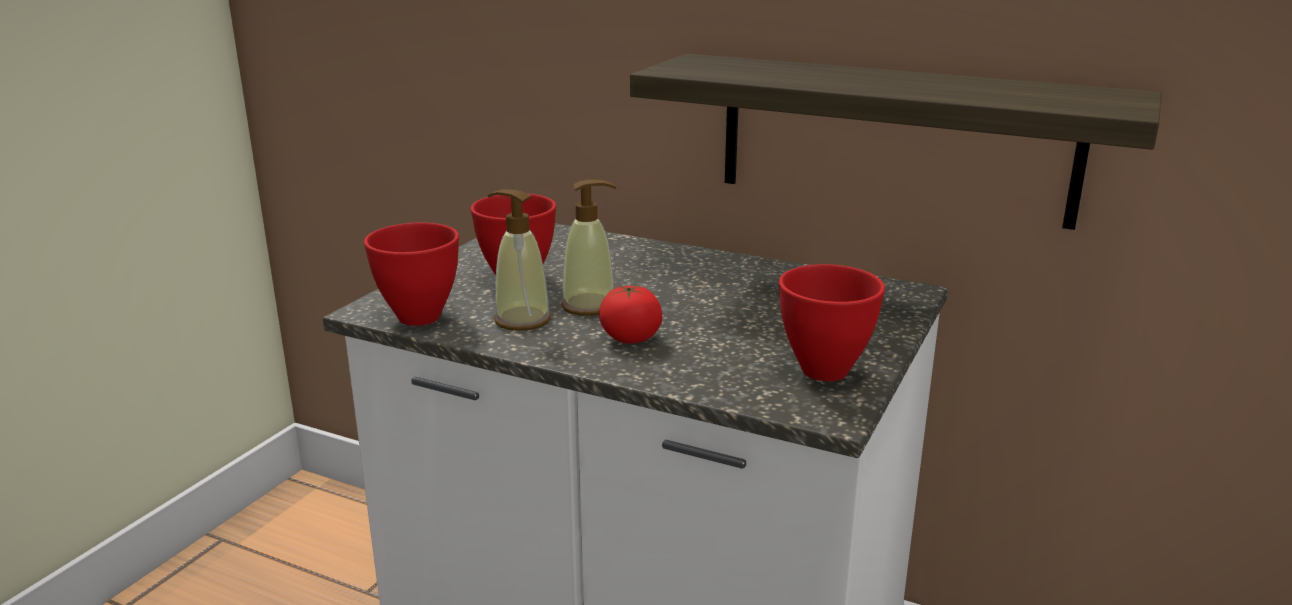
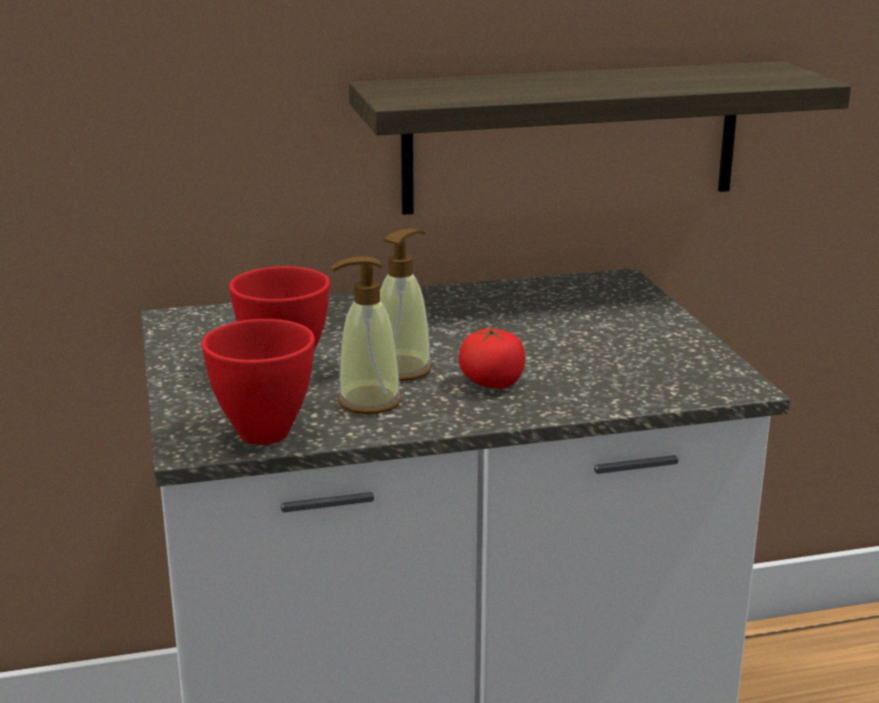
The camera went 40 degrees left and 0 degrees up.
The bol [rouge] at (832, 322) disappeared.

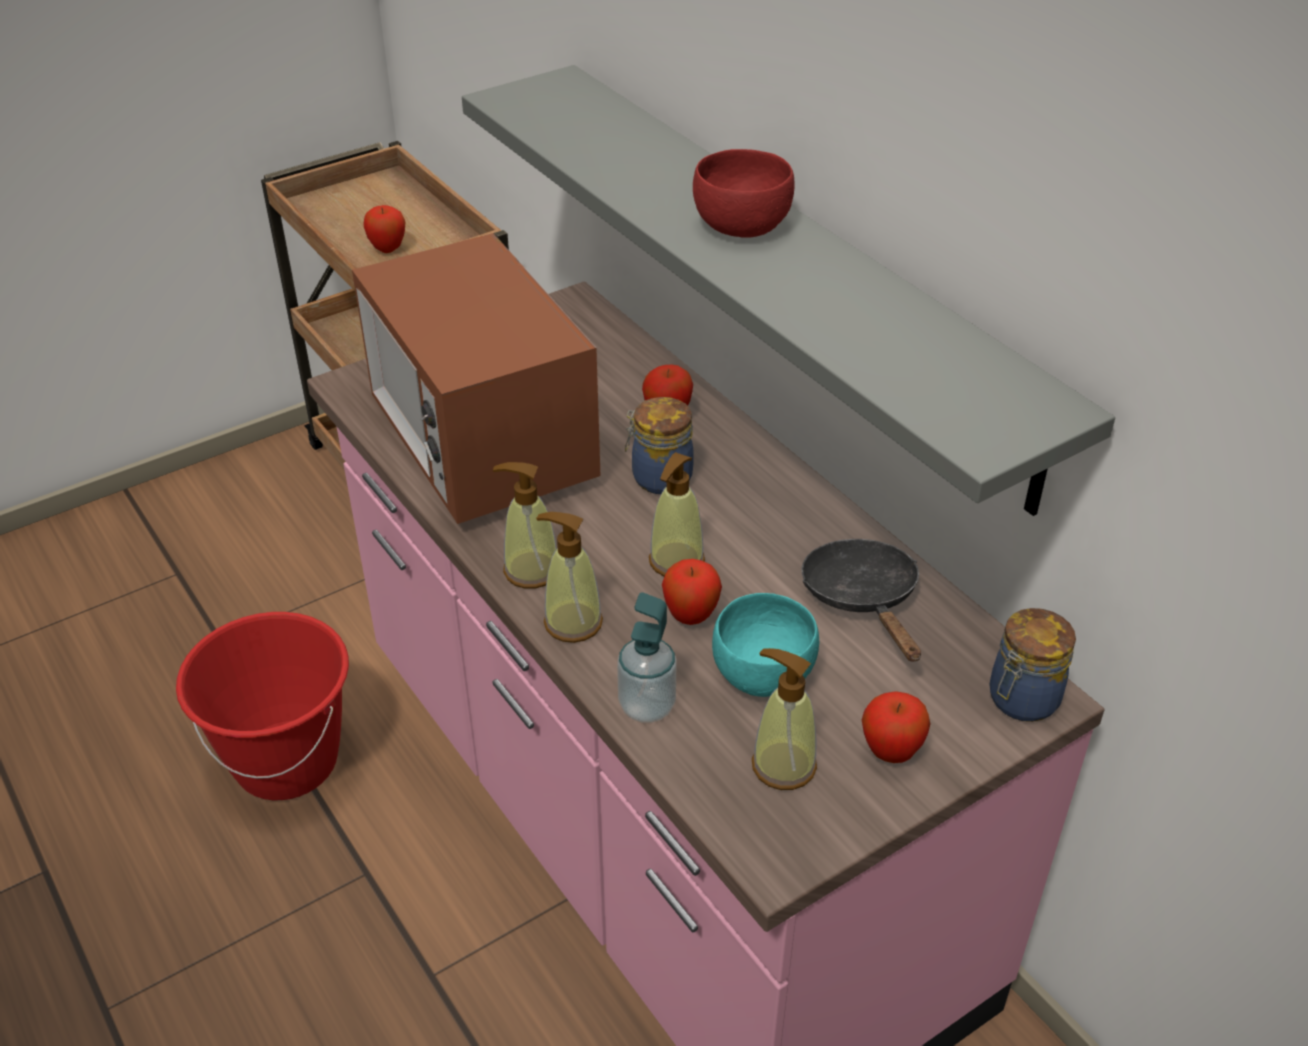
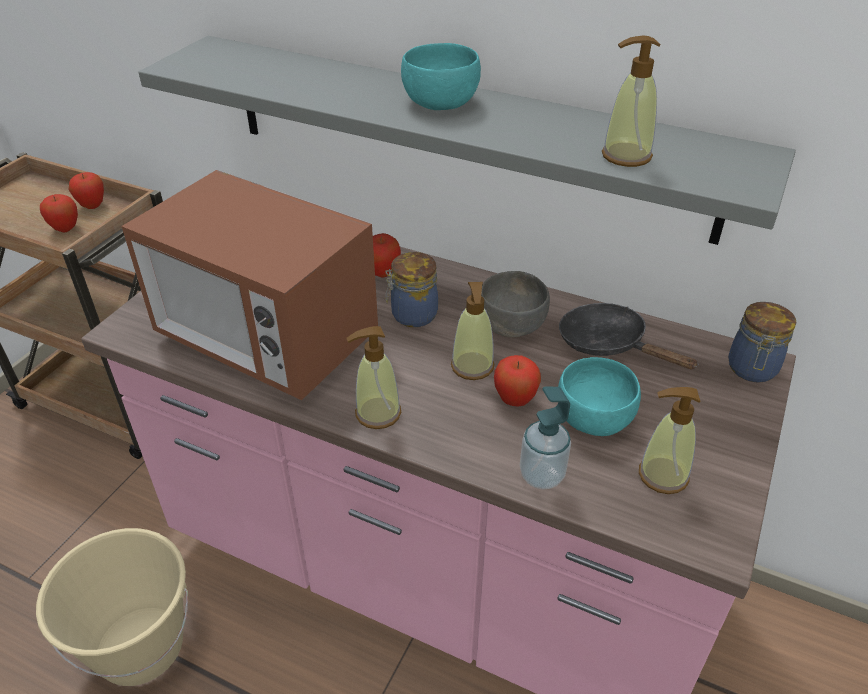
The camera went 30 degrees left and 0 degrees up.
The bol [rouge] at (744, 193) became the bol [turquoise] at (441, 76).
The distributeur de savon moved from (569, 577) to (631, 101).
The seau [rouge] at (262, 706) became the seau [beige] at (112, 607).
The pomme moved from (896, 727) to (86, 190).
The bol [gris] at (515, 304) appeared.

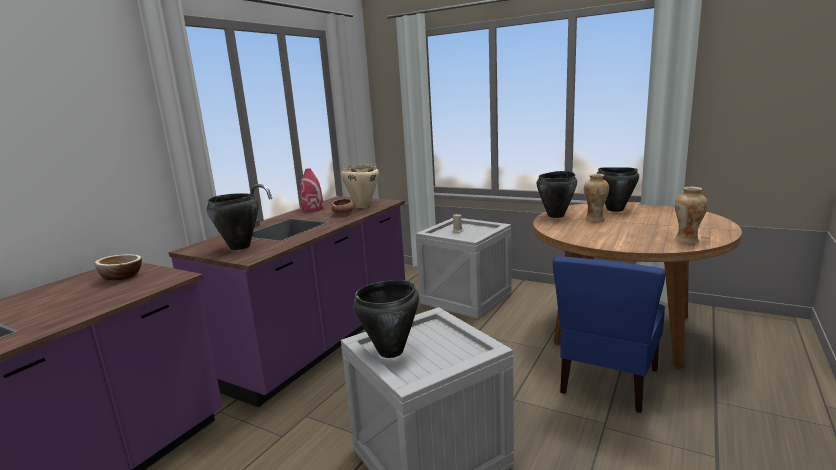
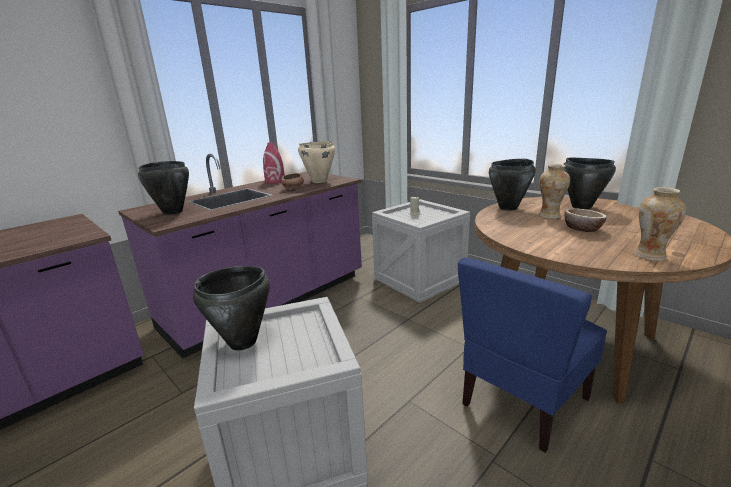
The camera went 15 degrees right and 5 degrees up.
The bol moved from (118, 267) to (585, 220).

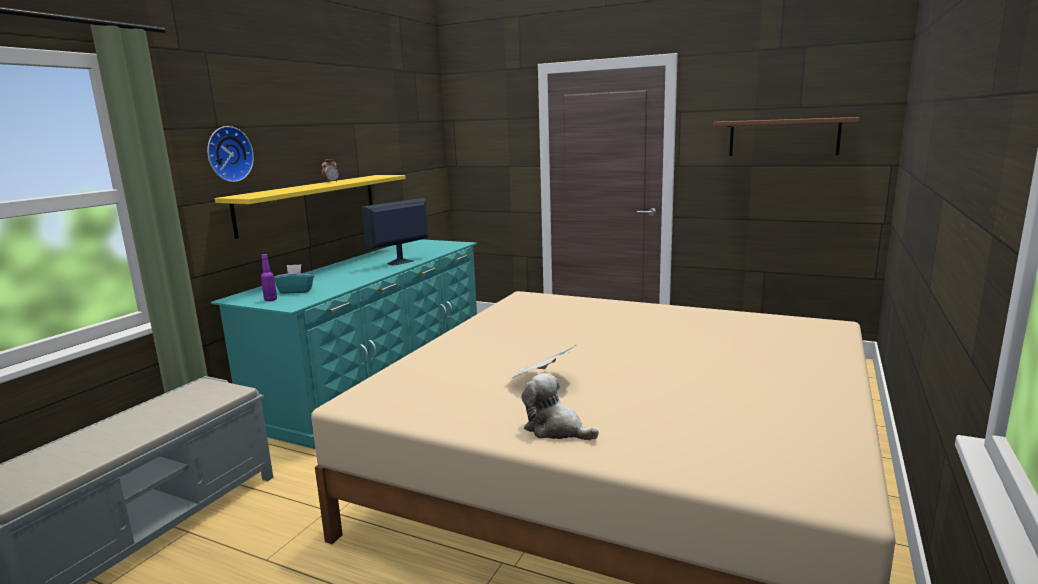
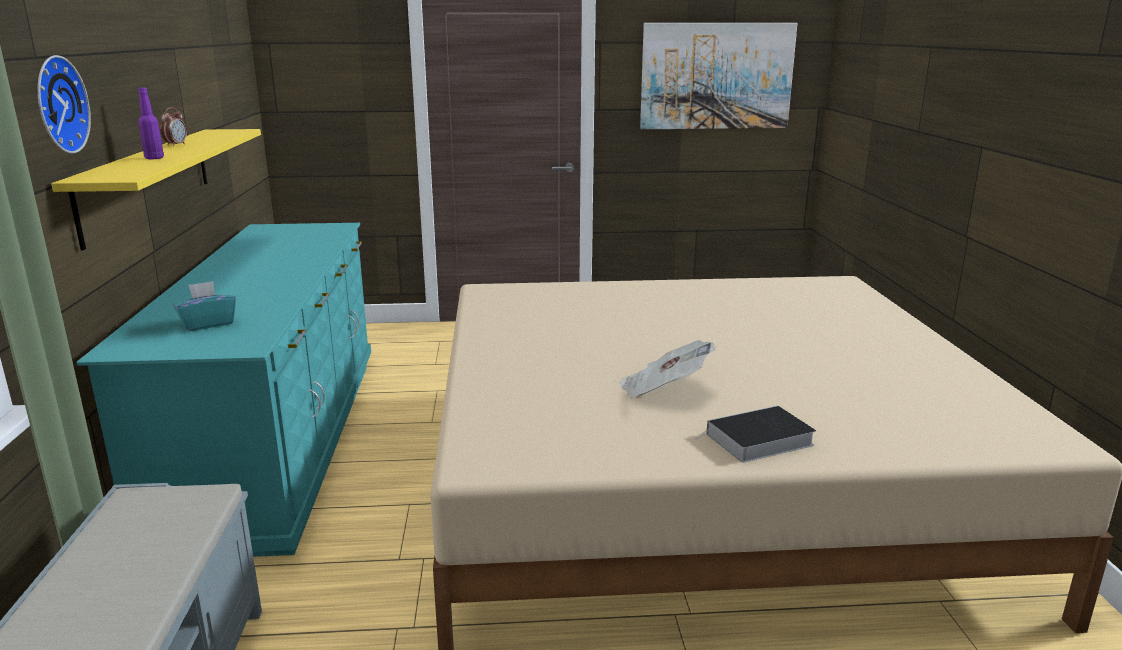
The camera went 30 degrees left and 5 degrees up.
The étagère [marron] at (786, 136) was replaced by the tableau at (719, 76).
The écran d'ordinateur at (395, 232) disappeared.
The bouteille [violet] moved from (269, 277) to (151, 123).
The peluche at (560, 406) was replaced by the livre at (755, 434).

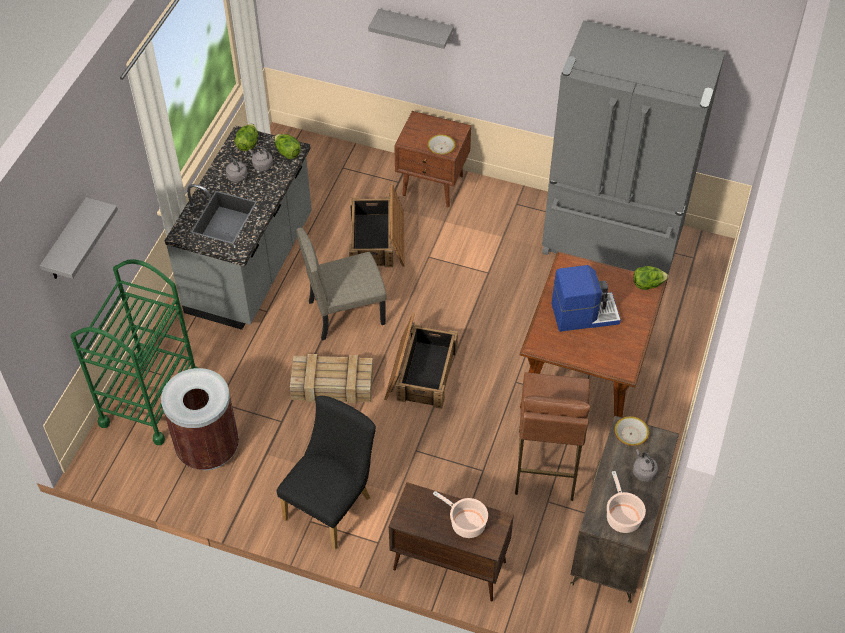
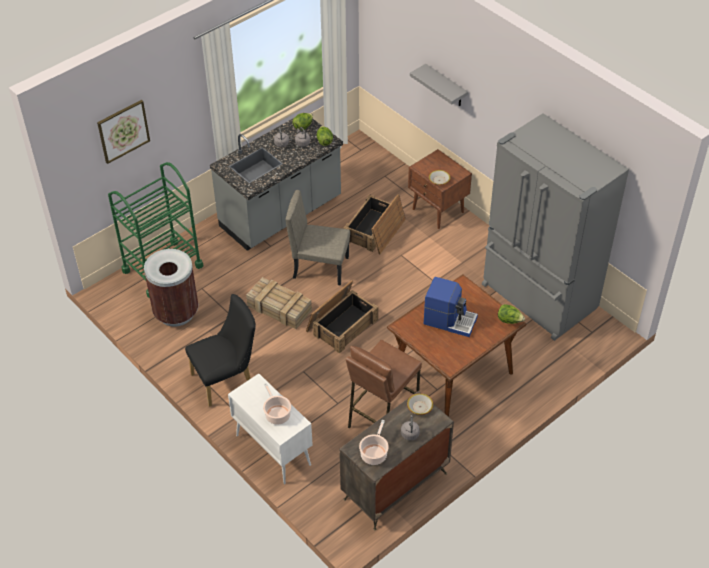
The camera went 30 degrees right and 5 degrees down.
The étagère [gris] at (79, 238) was replaced by the tableau at (123, 132).
The meuble de rangement [marron] at (451, 541) became the meuble de rangement [blanc] at (270, 429).

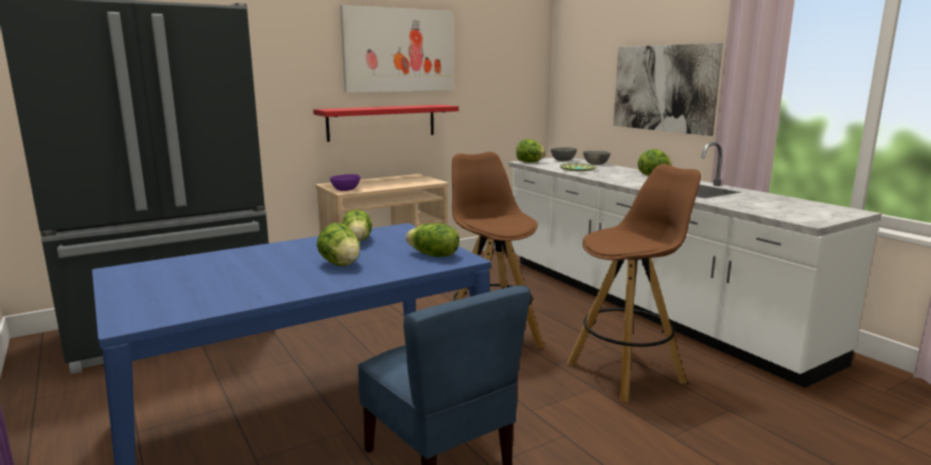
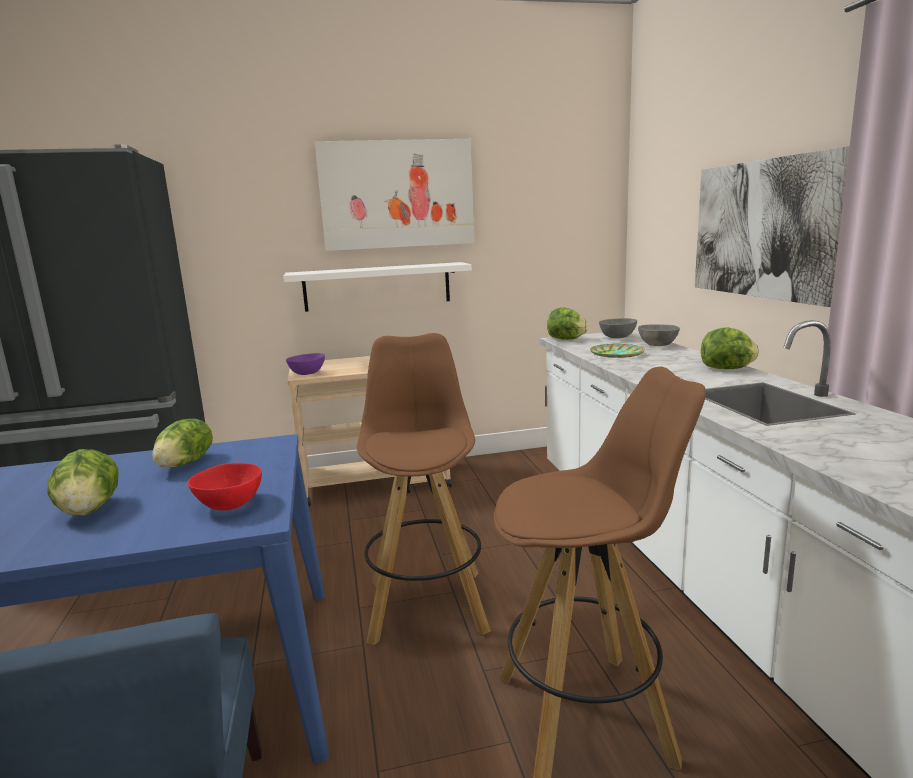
The camera went 20 degrees right and 0 degrees up.
The étagère [rouge] at (386, 123) became the étagère [blanc] at (377, 287).
The laitue at (432, 240) was replaced by the bol [rouge] at (225, 487).

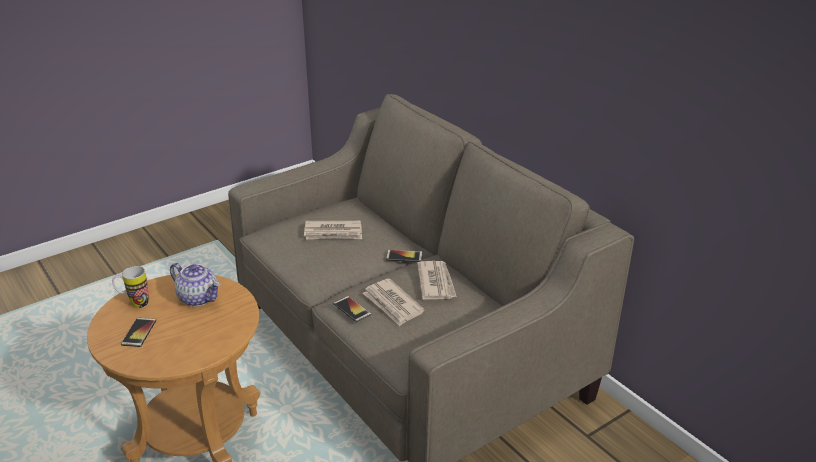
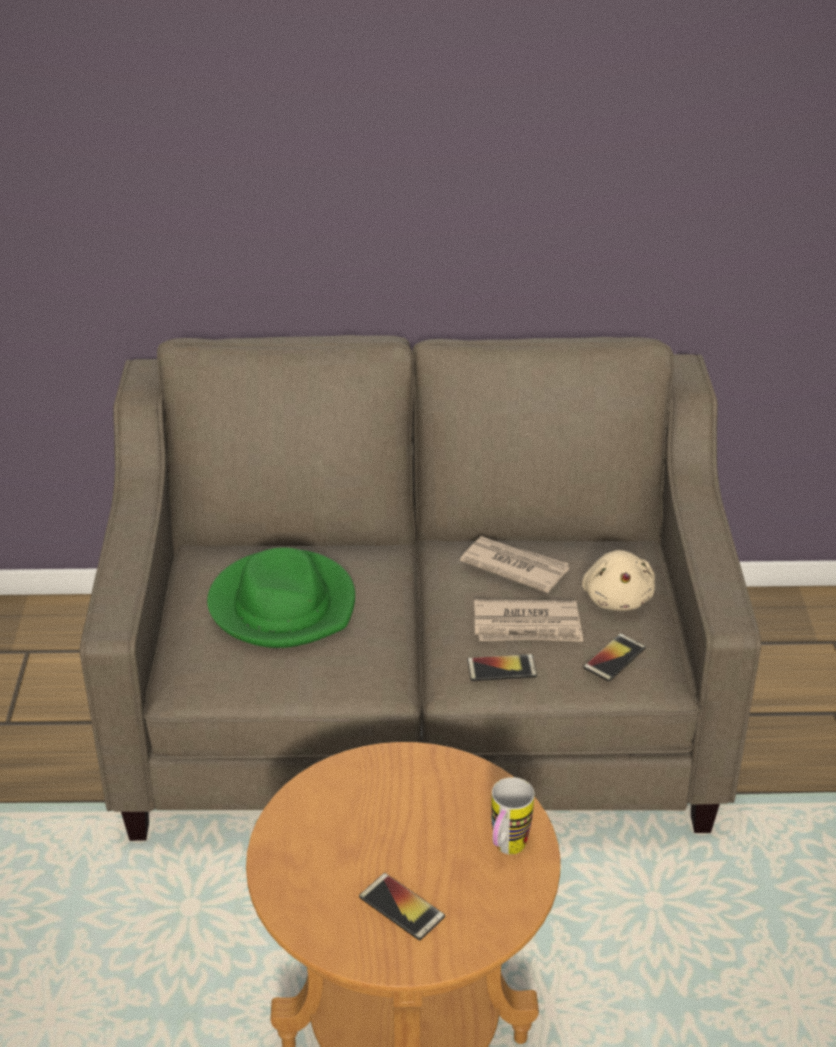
The camera went 55 degrees left and 5 degrees up.
The journal at (333, 229) was replaced by the chapeau [vert] at (281, 598).
The téléphone moved from (404, 256) to (614, 657).
The théière at (195, 284) disappeared.
The mug moved from (130, 287) to (512, 816).
The peluche [beige] at (618, 580) appeared.

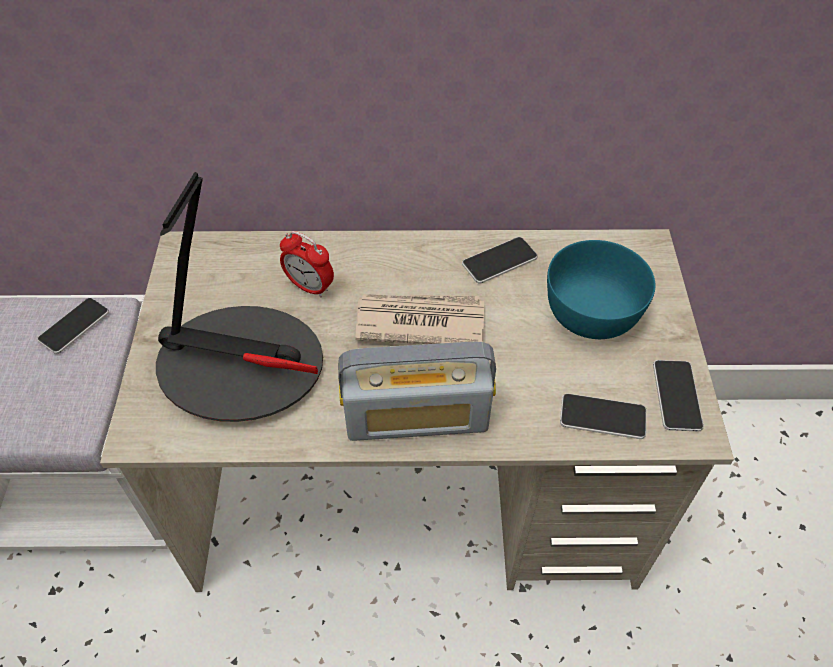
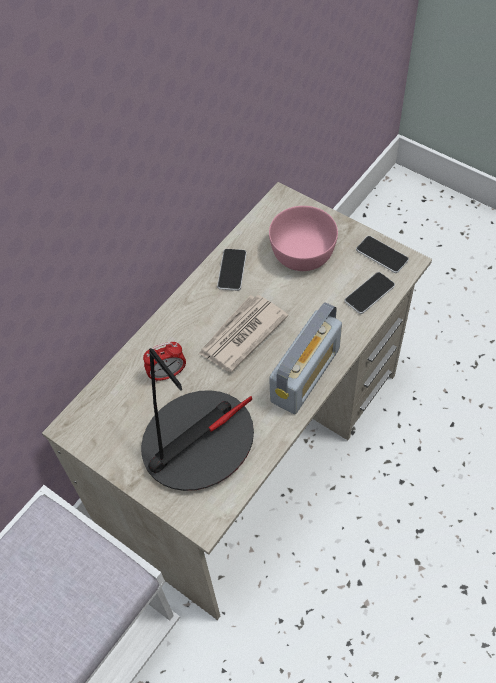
The camera went 50 degrees left and 5 degrees up.
The bol [turquoise] at (601, 289) became the bol [rose] at (303, 238).
The téléphone at (73, 326) disappeared.

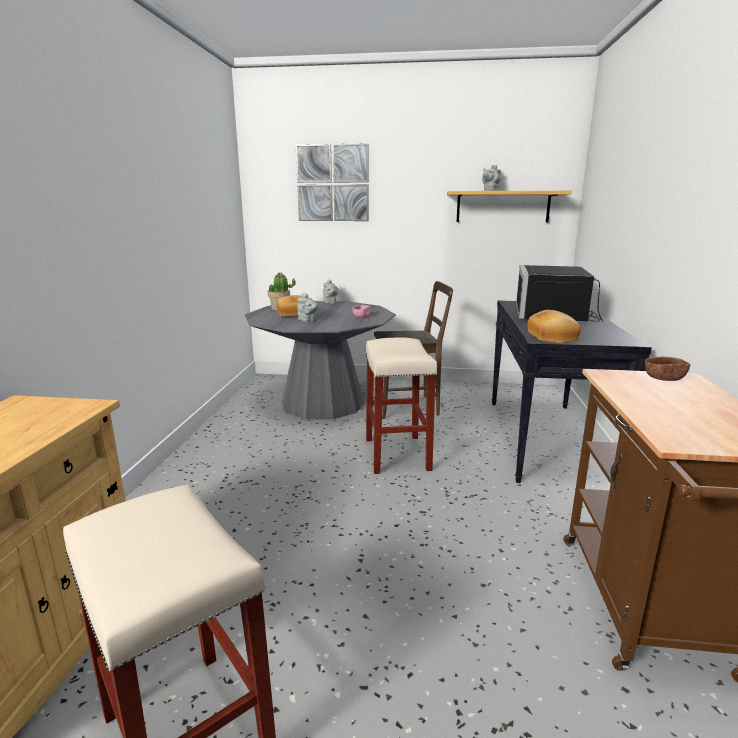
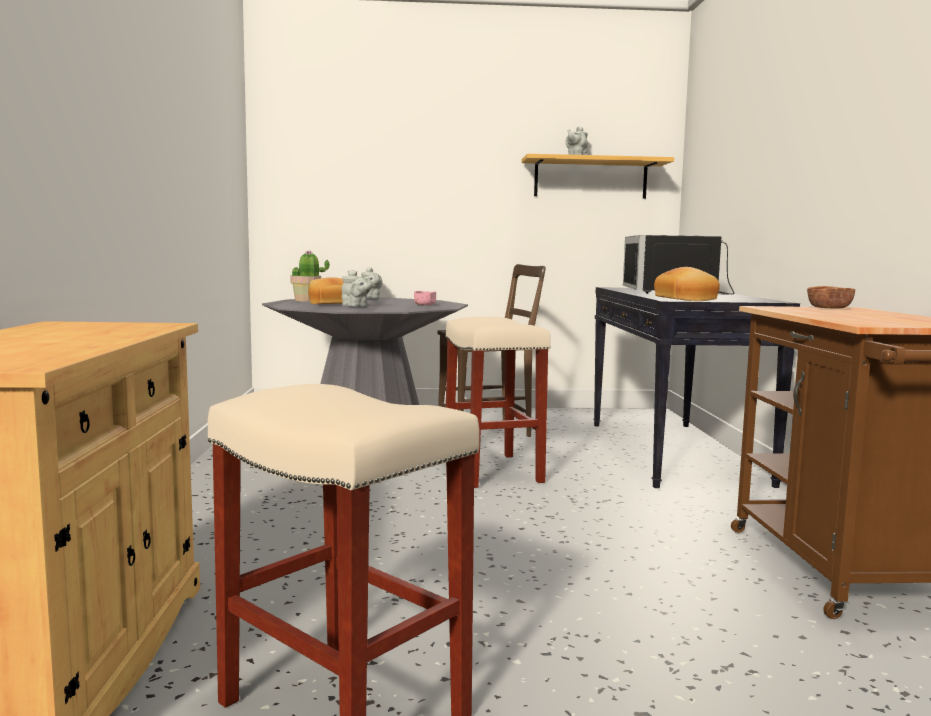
The camera went 10 degrees left and 10 degrees down.
The tableau at (332, 182) disappeared.

